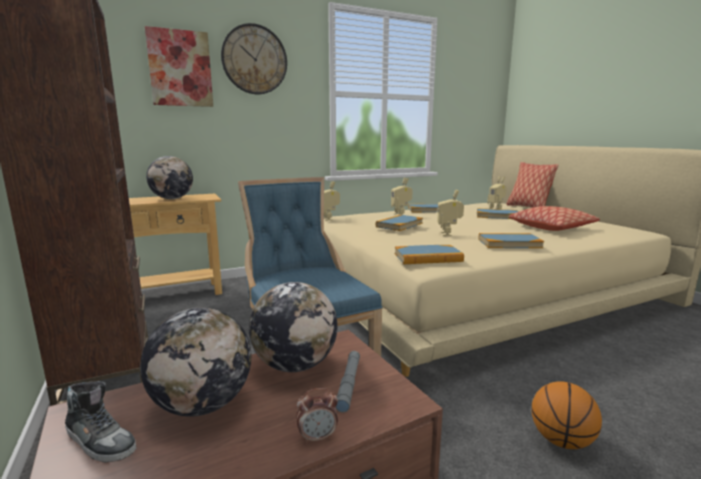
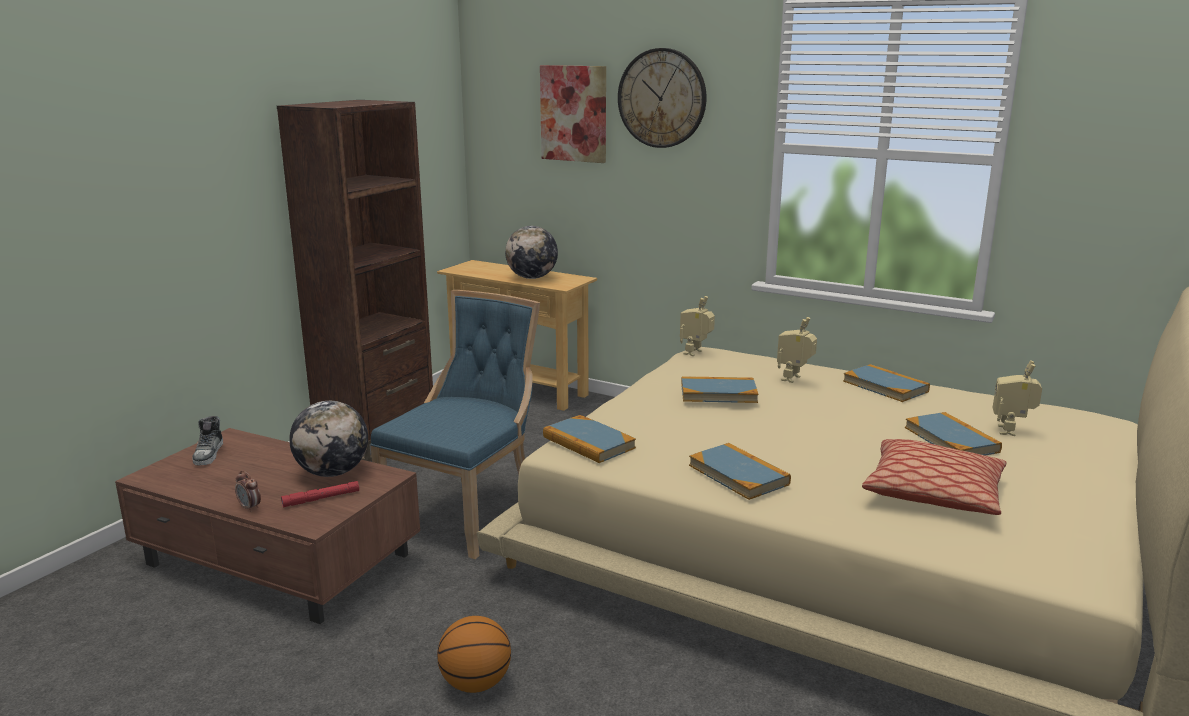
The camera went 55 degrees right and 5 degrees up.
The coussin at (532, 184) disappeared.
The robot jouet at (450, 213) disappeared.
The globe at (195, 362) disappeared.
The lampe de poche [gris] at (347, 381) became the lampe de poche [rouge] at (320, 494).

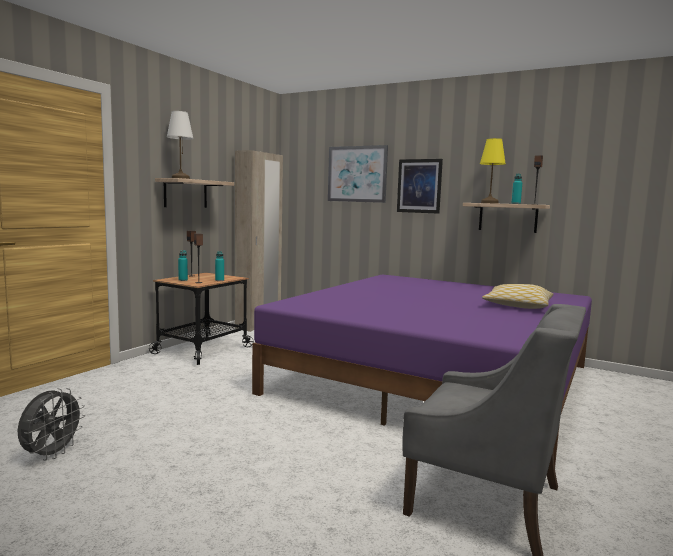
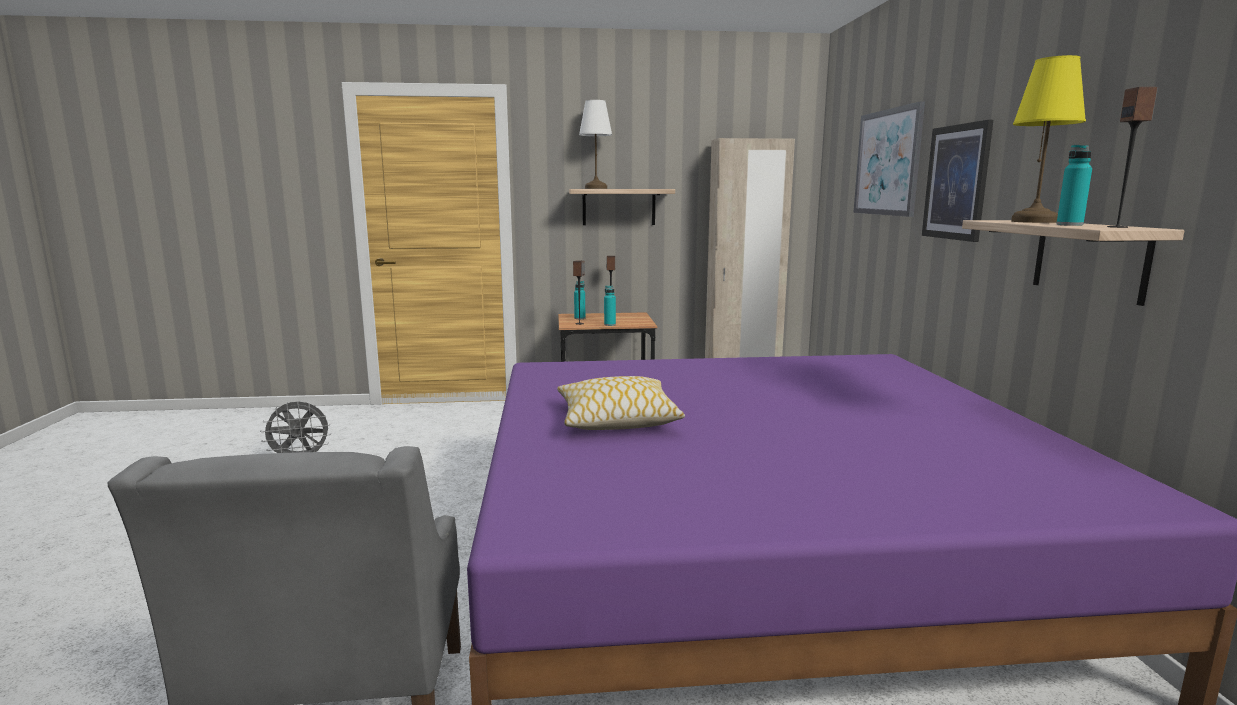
The camera went 55 degrees right and 5 degrees up.
The coussin moved from (517, 296) to (621, 403).

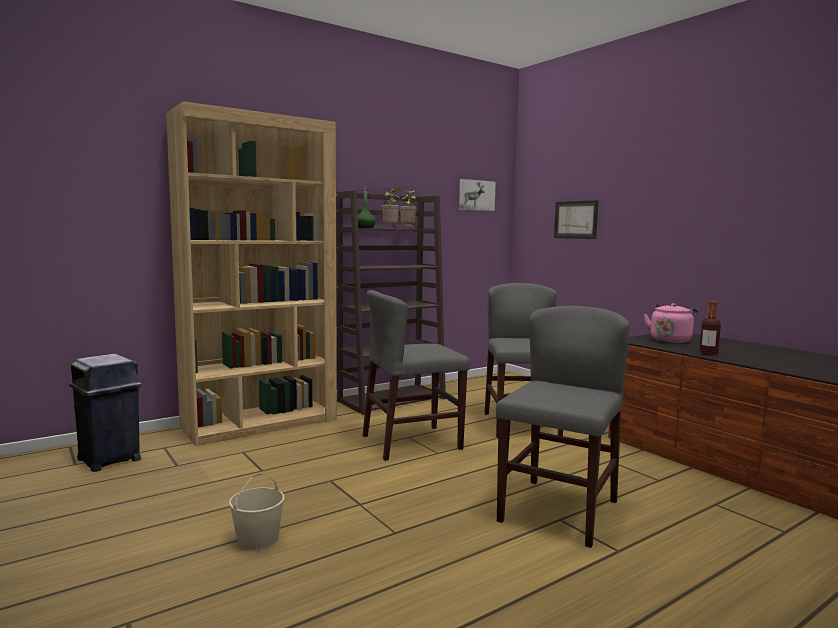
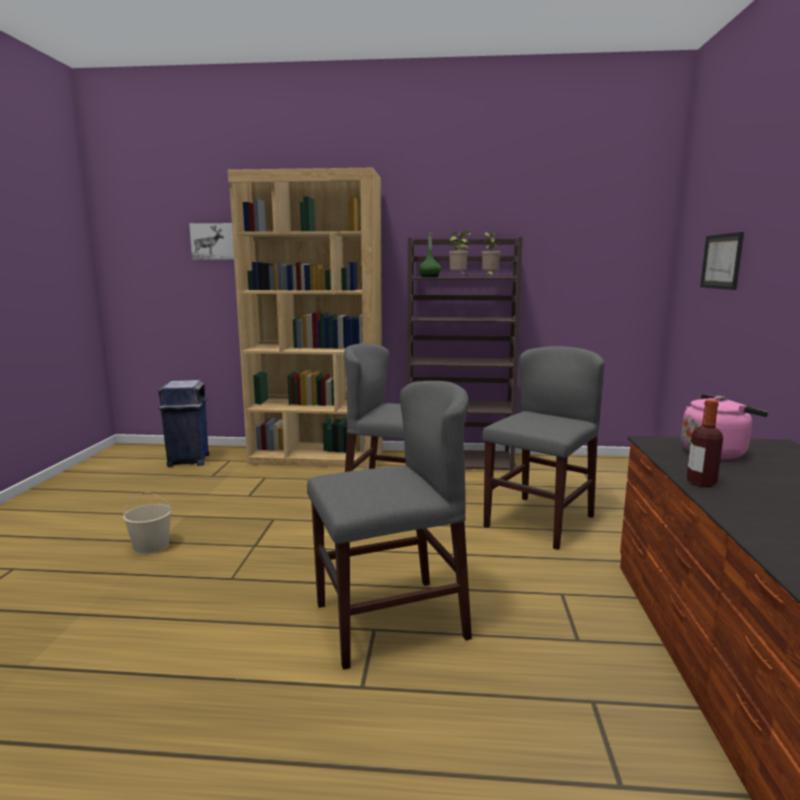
The camera went 40 degrees right and 5 degrees up.
The tableau moved from (477, 195) to (211, 241).

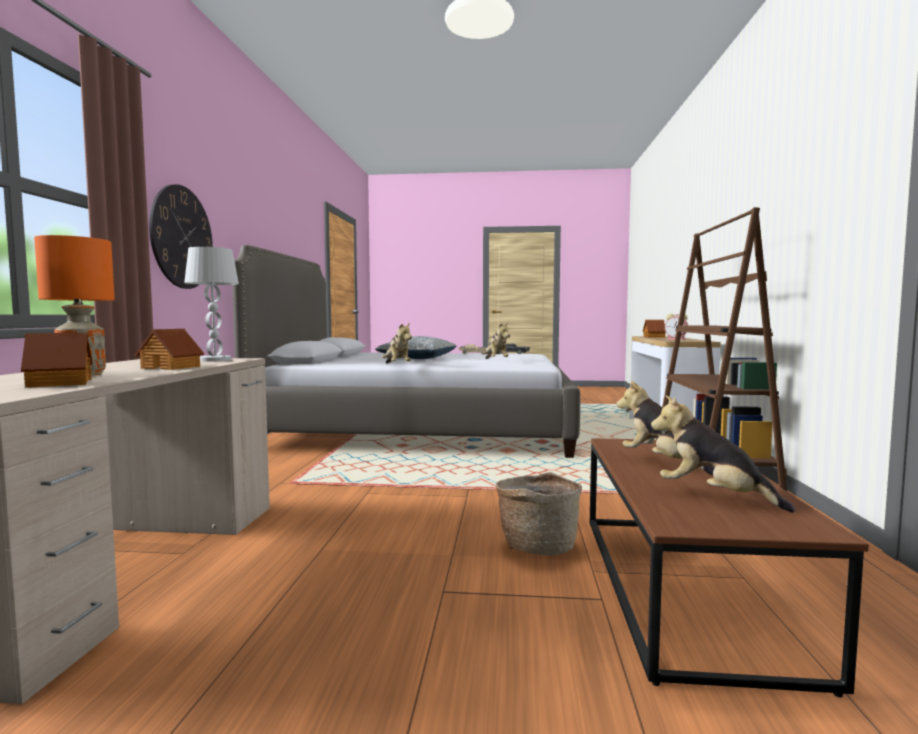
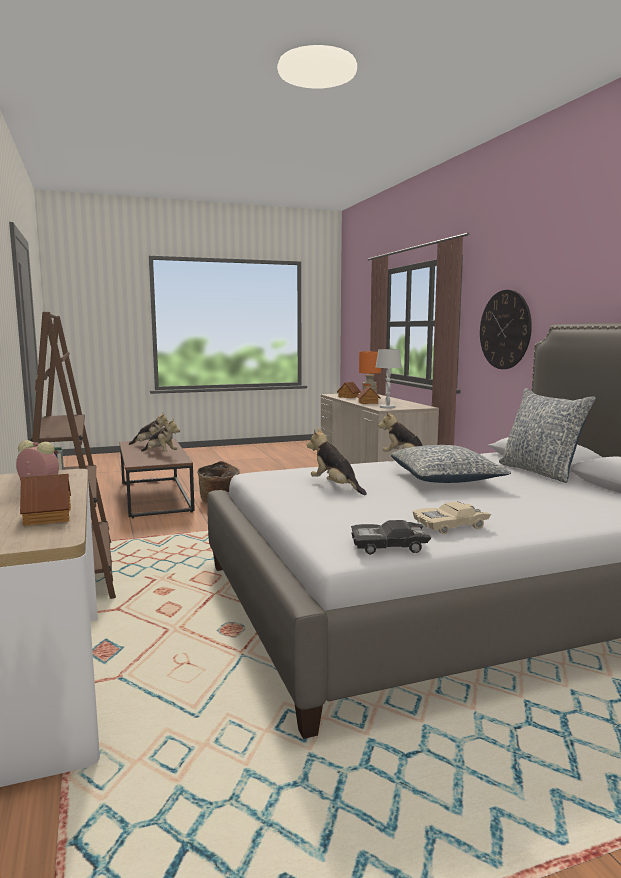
The camera went 155 degrees right and 5 degrees up.
The coussin at (547, 435) appeared.

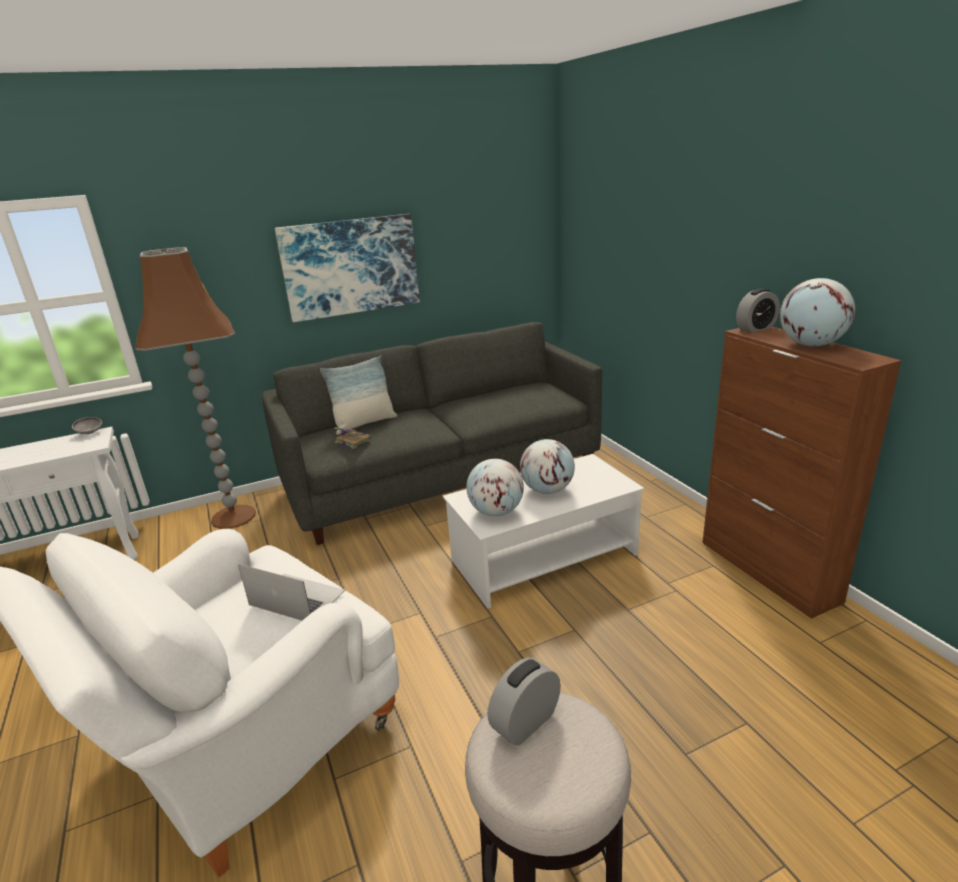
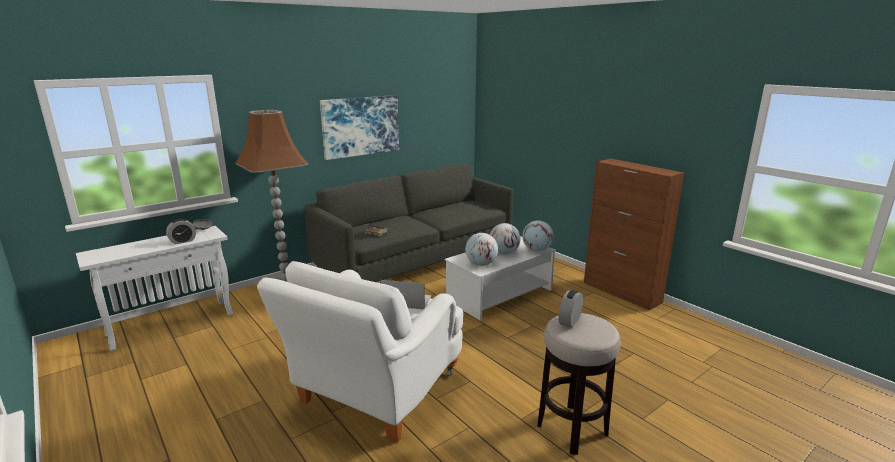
The camera went 15 degrees left and 5 degrees down.
The globe moved from (817, 312) to (538, 235).
The réveil moved from (758, 310) to (181, 232).
The coussin at (358, 395) disappeared.

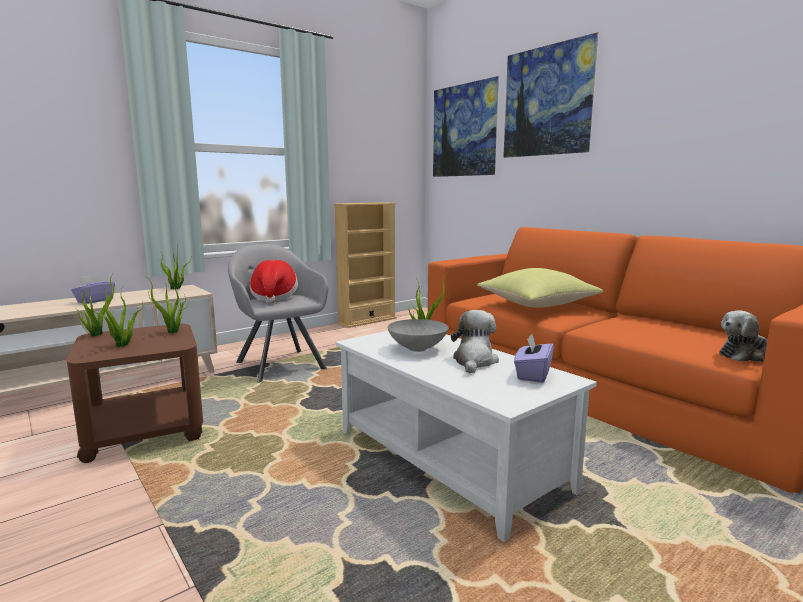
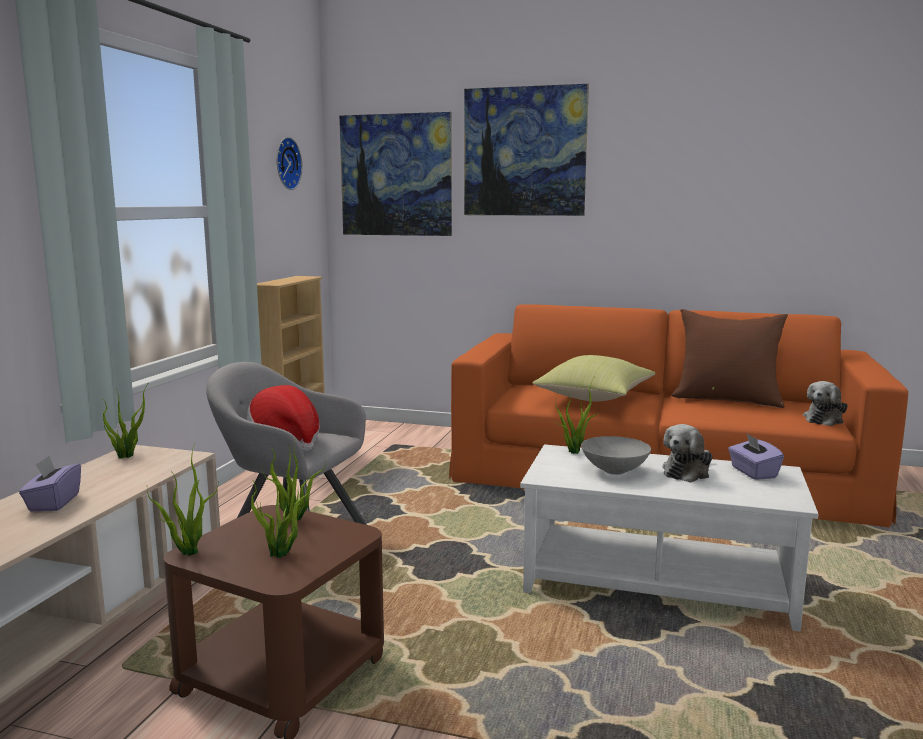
The camera went 35 degrees left and 0 degrees up.
The peluche at (475, 342) turned 120 degrees counterclockwise.
The horloge murale at (289, 163) appeared.
The coussin [marron] at (729, 358) appeared.

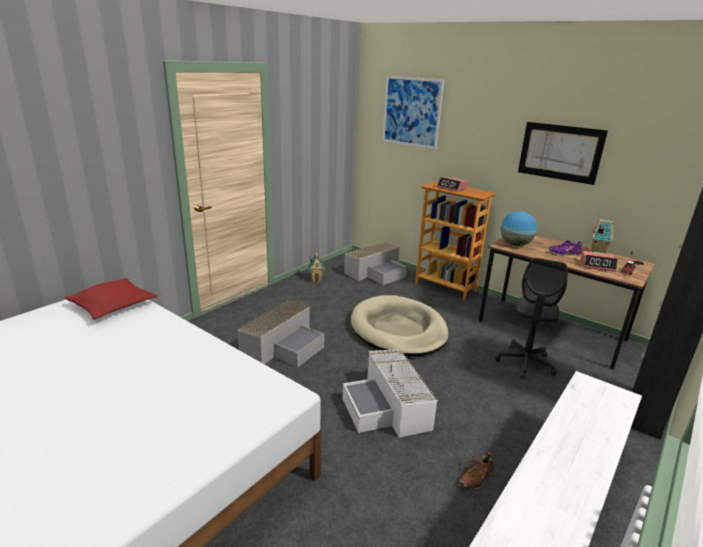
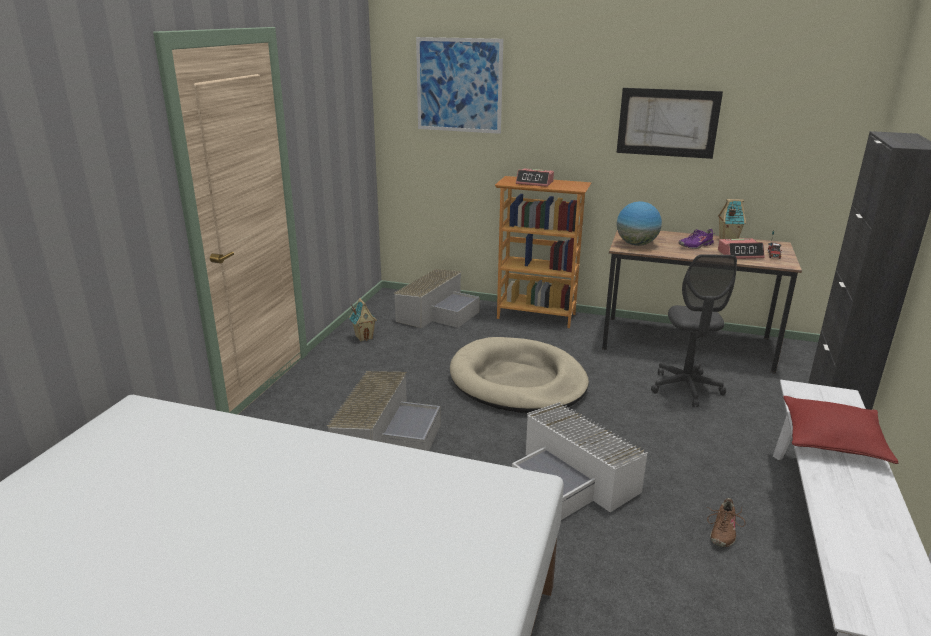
The camera went 20 degrees left and 0 degrees up.
The coussin [rouge] moved from (111, 299) to (840, 430).

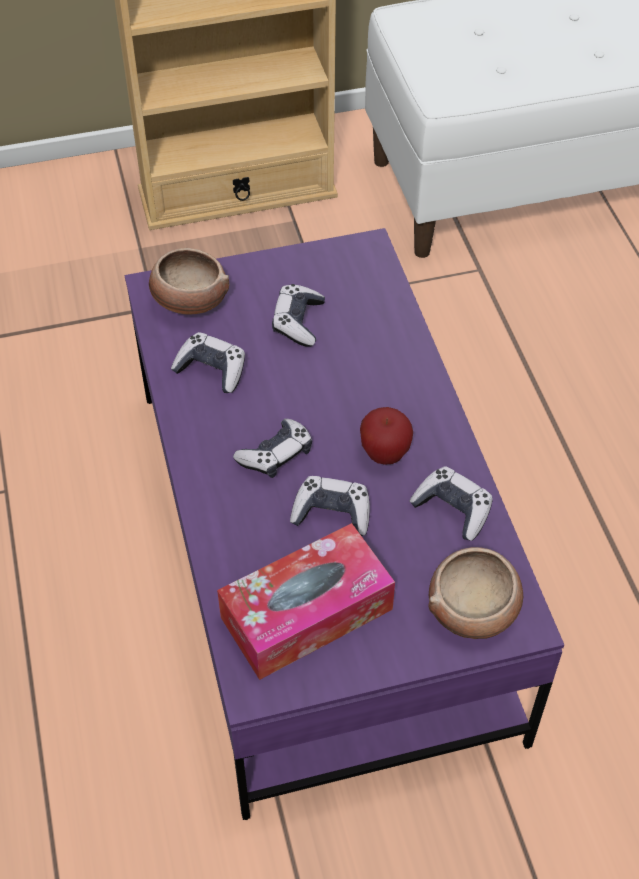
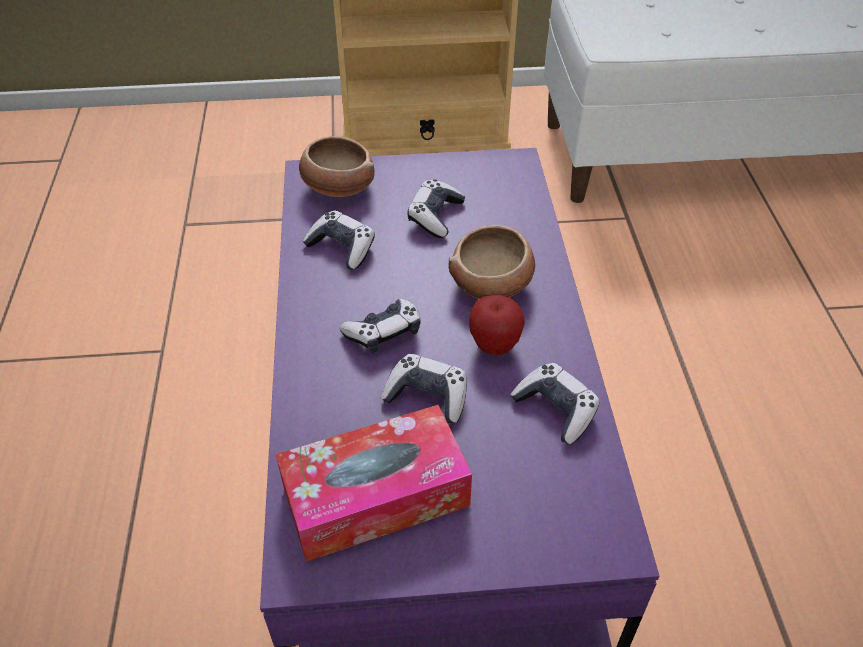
The camera went 10 degrees right and 5 degrees down.
The bol moved from (475, 593) to (492, 262).

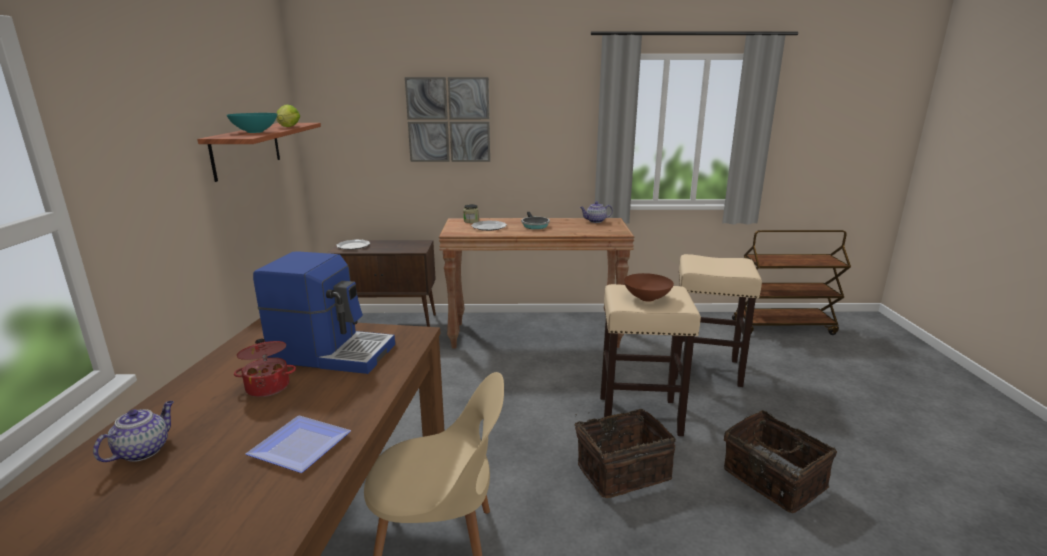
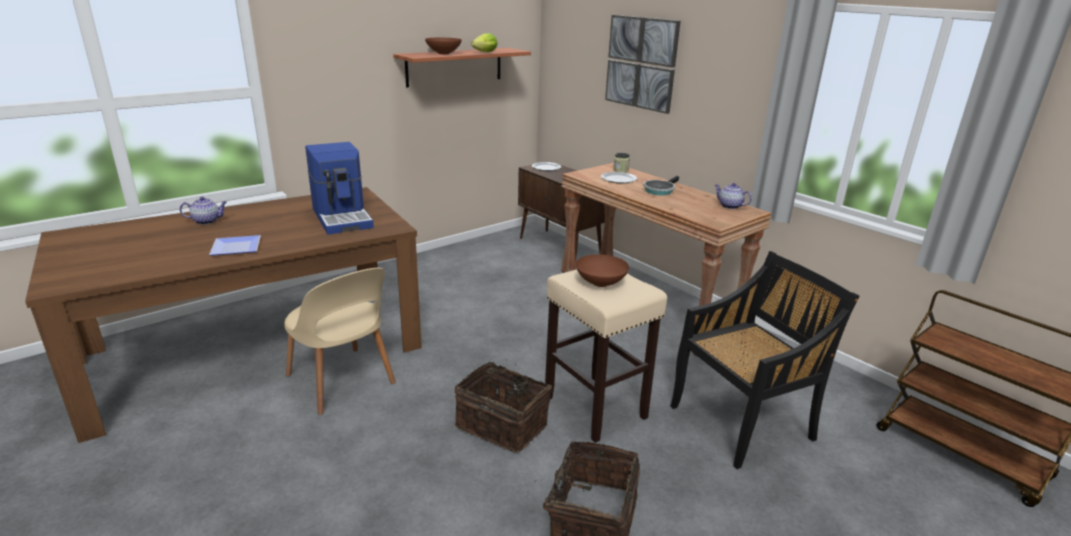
The camera went 50 degrees right and 5 degrees up.
The bol [turquoise] at (252, 123) became the bol [marron] at (443, 46).
The tabouret [beige] at (719, 320) was replaced by the chaise [noir] at (764, 360).
The marmite at (265, 368) disappeared.

